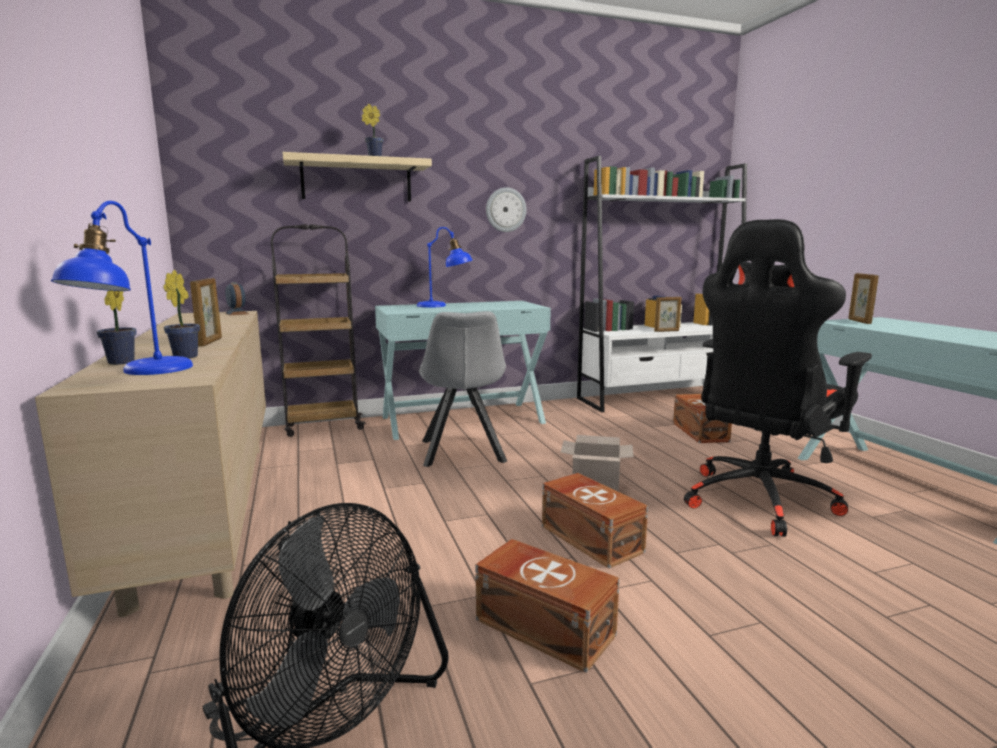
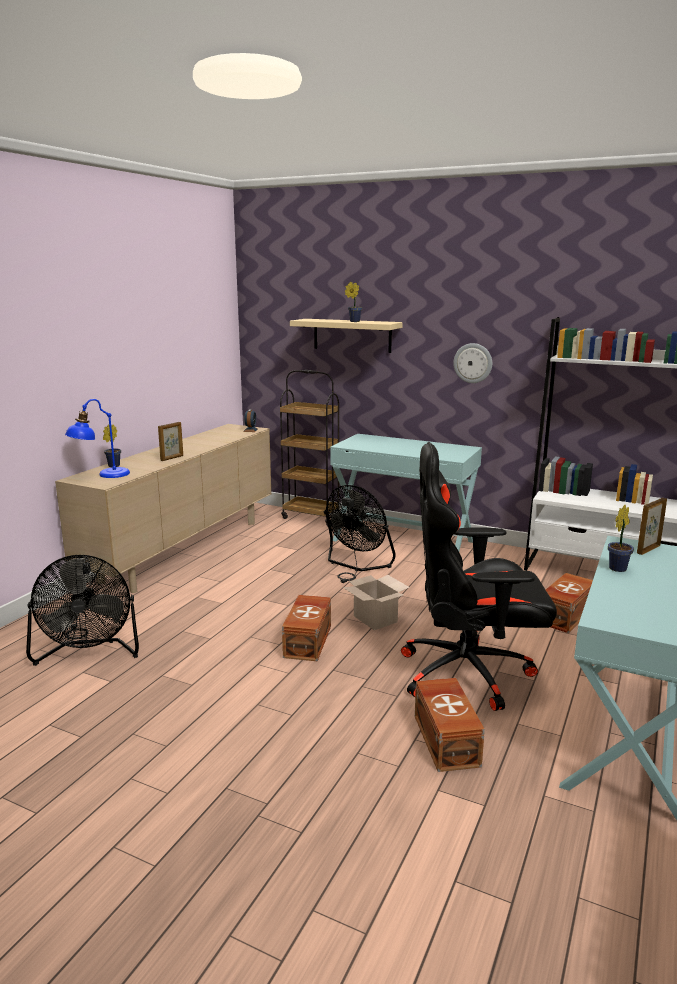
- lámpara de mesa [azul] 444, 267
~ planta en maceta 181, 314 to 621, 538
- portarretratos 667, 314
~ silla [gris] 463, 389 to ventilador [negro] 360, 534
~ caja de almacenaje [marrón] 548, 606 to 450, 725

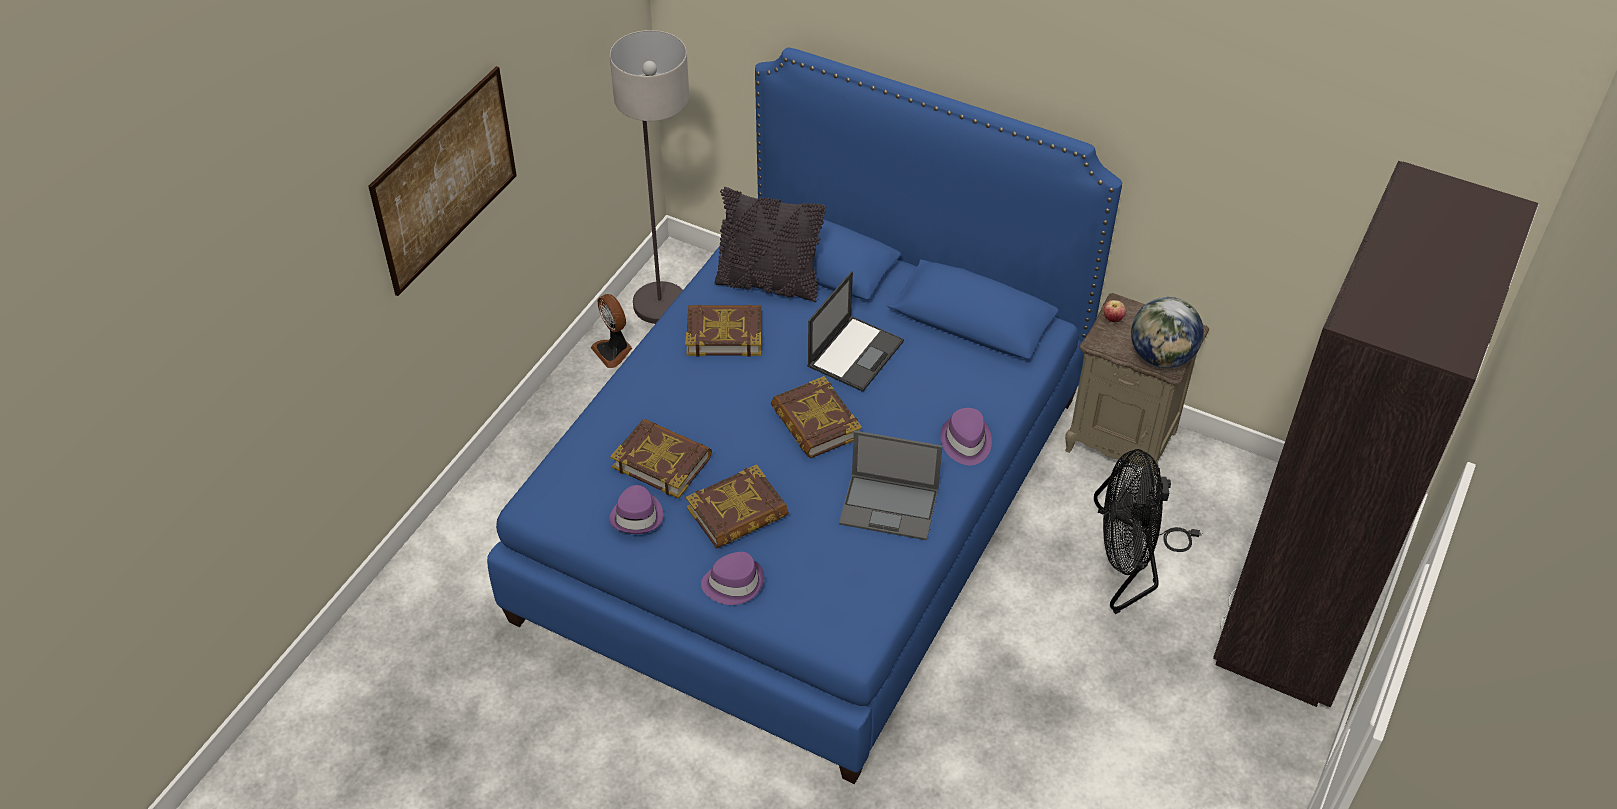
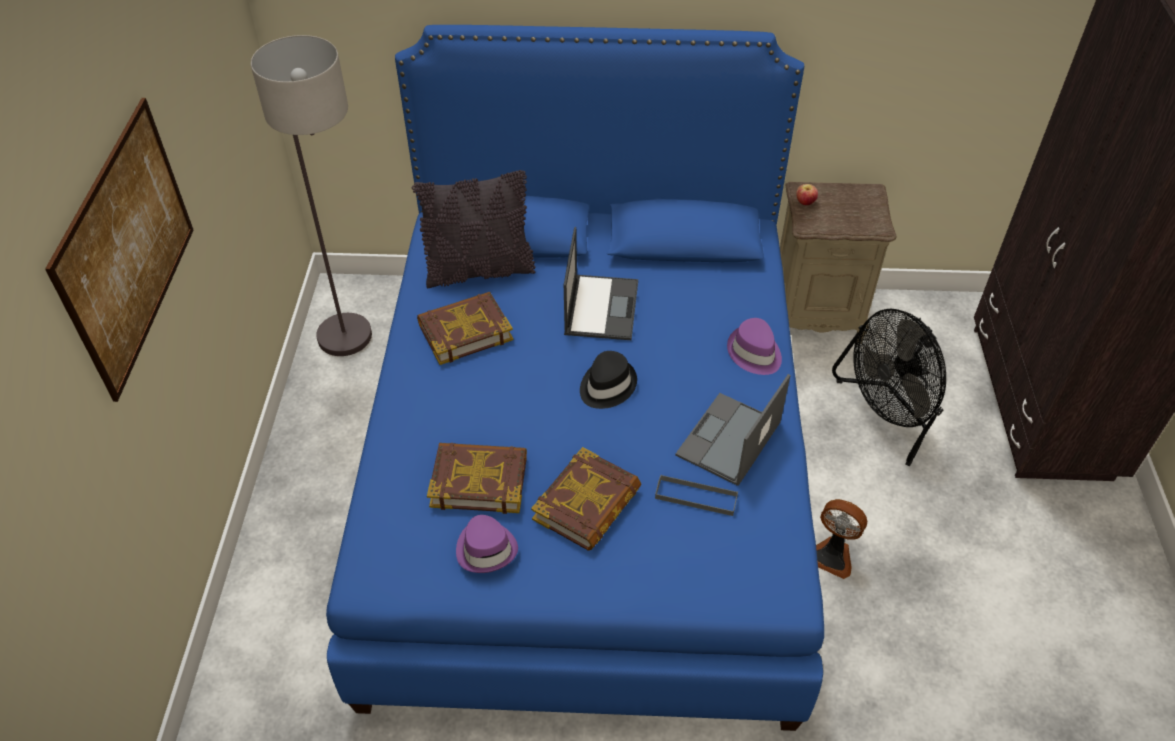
~ ventilador 611, 331 to 841, 539
- globo terráqueo 1167, 332
~ libro 816, 417 to sombrero [negro] 608, 380
~ portátil 891, 485 = 733, 430 135 degrees clockwise
- sombrero [morado] 732, 578
+ bandeja [gris] 696, 495

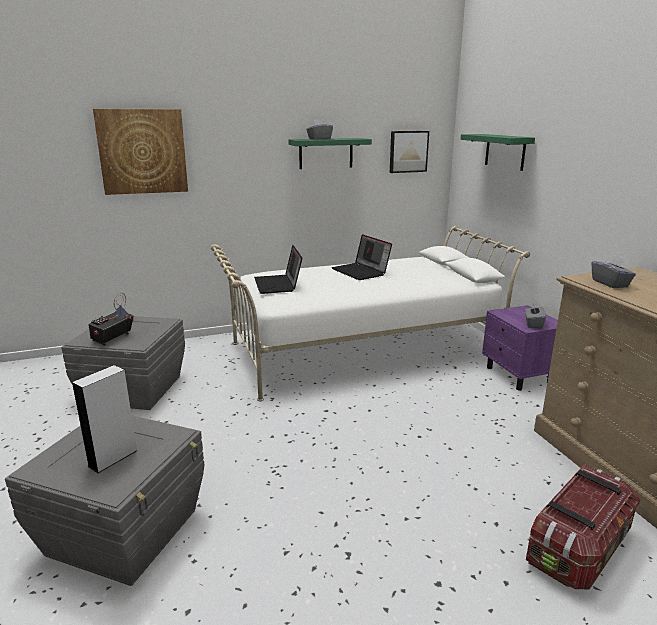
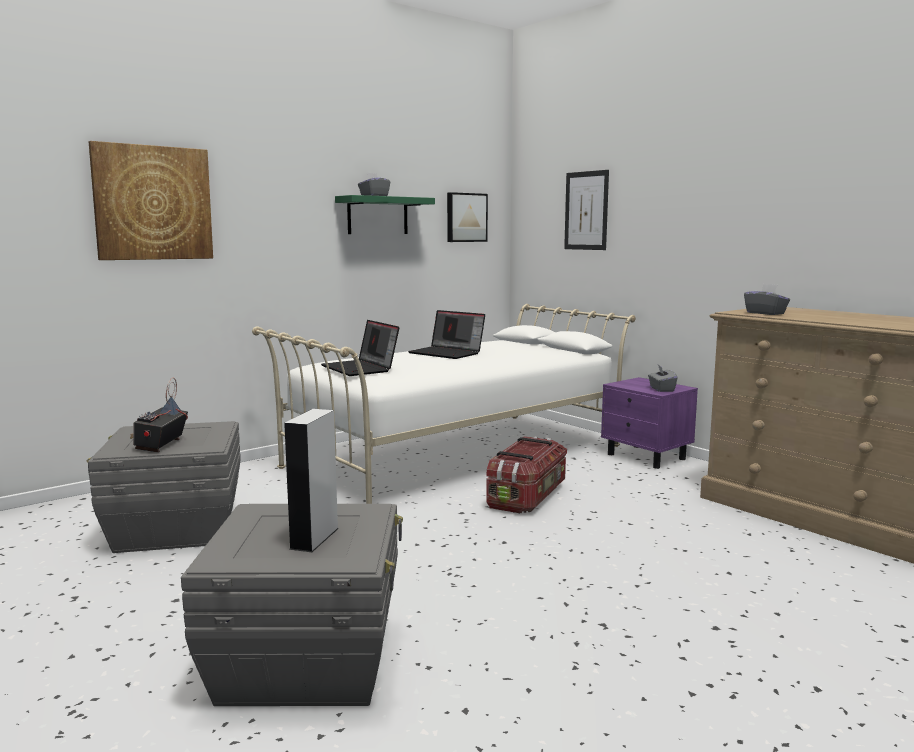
~ estante [verde] 497, 152 to cuadro 586, 210
~ caja de almacenaje 583, 526 to 526, 474

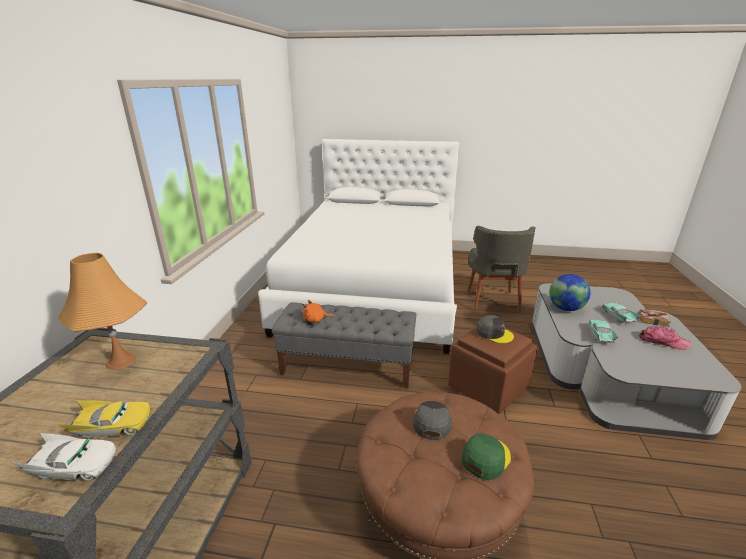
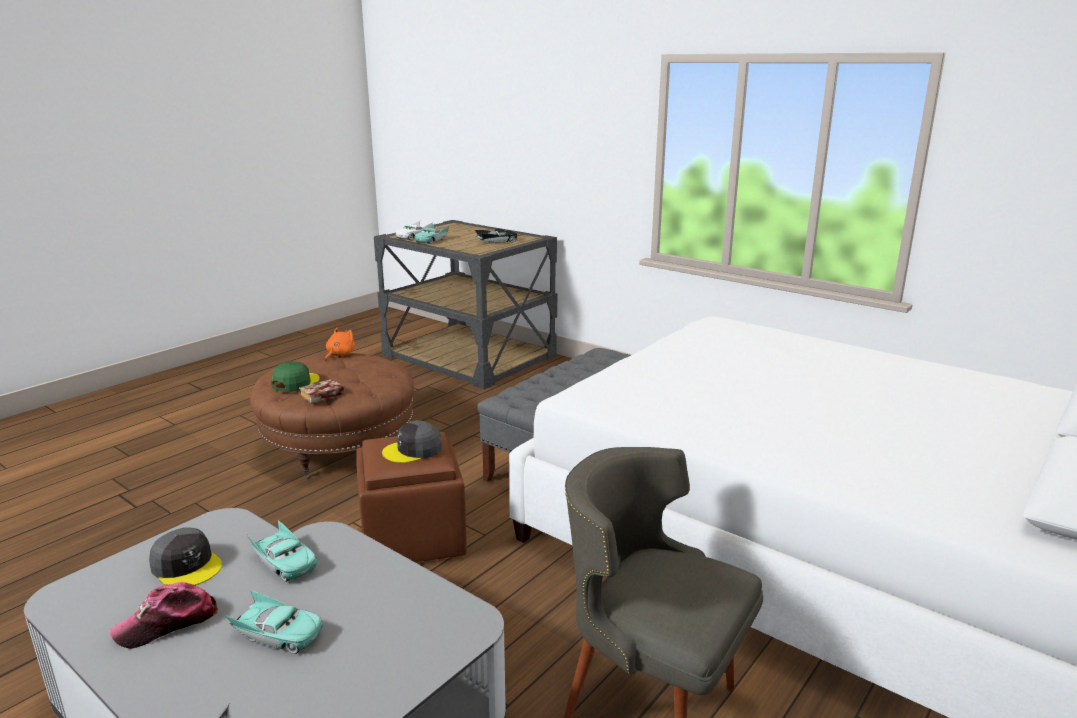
~ lámpara de mesa [naranja] 103, 311 to coche de juguete [negro] 496, 236
- globo terráqueo 570, 292
~ peluche [naranja] 318, 311 to 340, 344
~ libro 654, 318 to 321, 391
~ coche de juguete [amarillo] 104, 419 to coche de juguete [turquesa] 431, 234
~ gorra [gris] 432, 420 to 185, 556
~ gorra [verde] 486, 456 = 295, 376 135 degrees counterclockwise

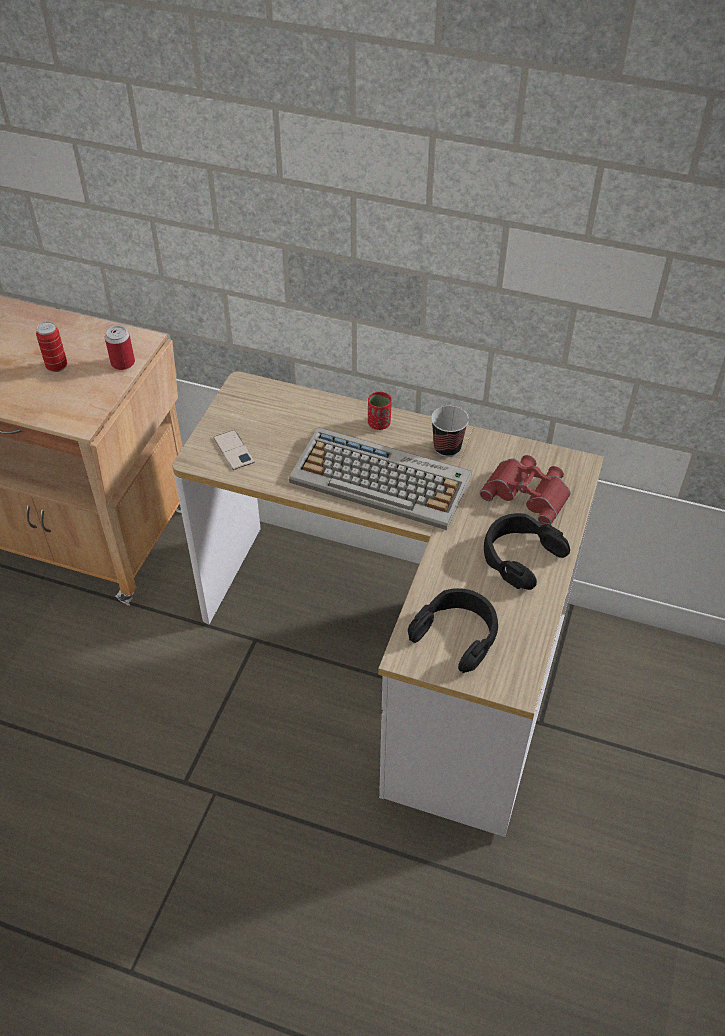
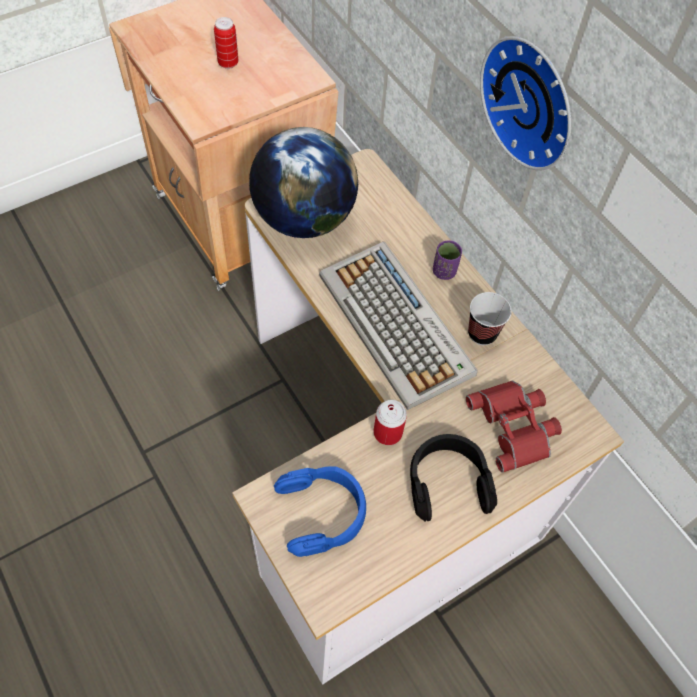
~ lata 120, 348 to 390, 422
~ taza [rojo] 380, 411 to taza [morado] 447, 260
~ móvil 234, 450 to globo terráqueo 303, 182
~ auriculares [negro] 453, 630 to auriculares [azul] 320, 511
+ reloj de pared 525, 103

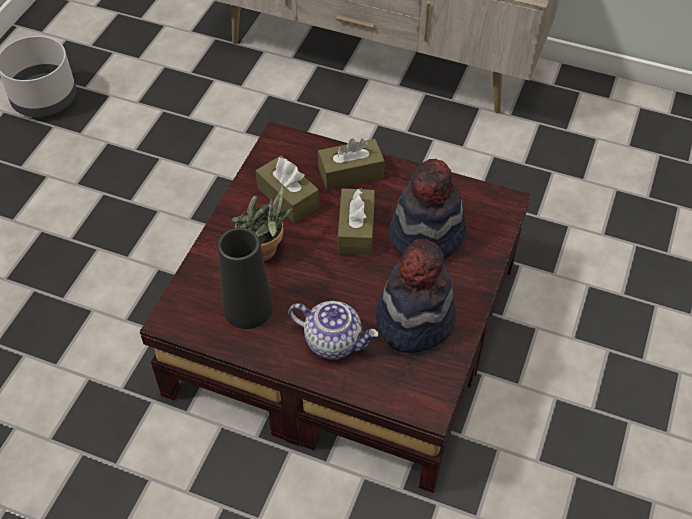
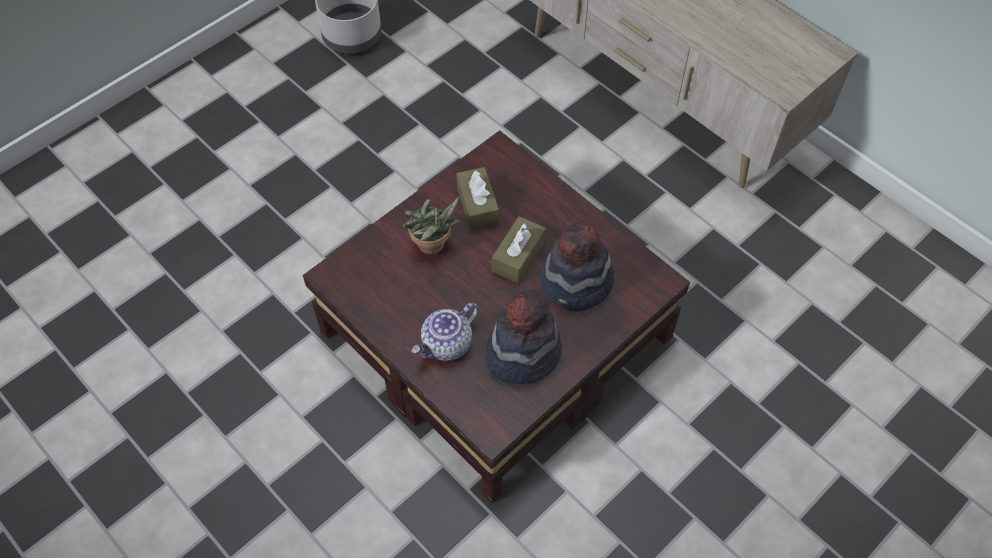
- caja de pañuelos [marrón] 351, 164
- florero [negro] 245, 278
~ tetera 333, 330 = 445, 332 90 degrees clockwise

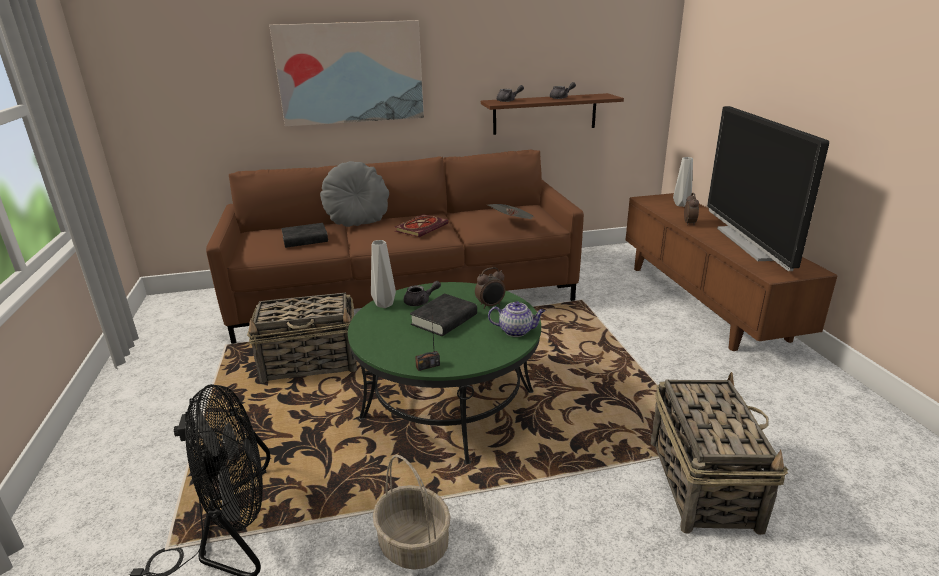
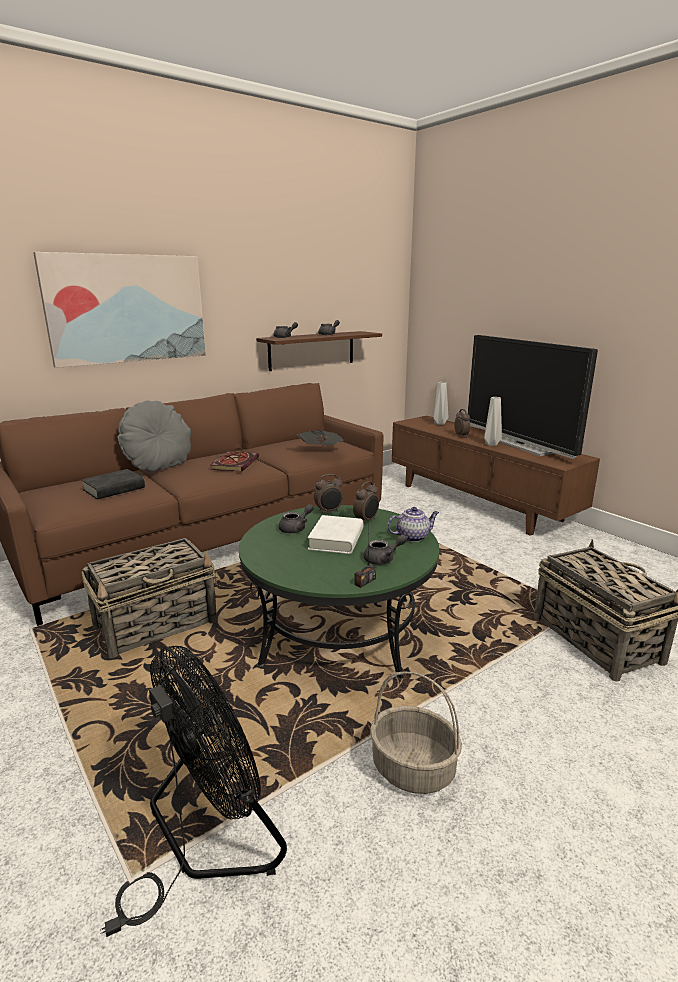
~ florero [gris] 383, 274 to 493, 421
~ libro [negro] 443, 315 to libro [blanco] 335, 534
+ despertador 328, 494
+ tetera [gris] 385, 549

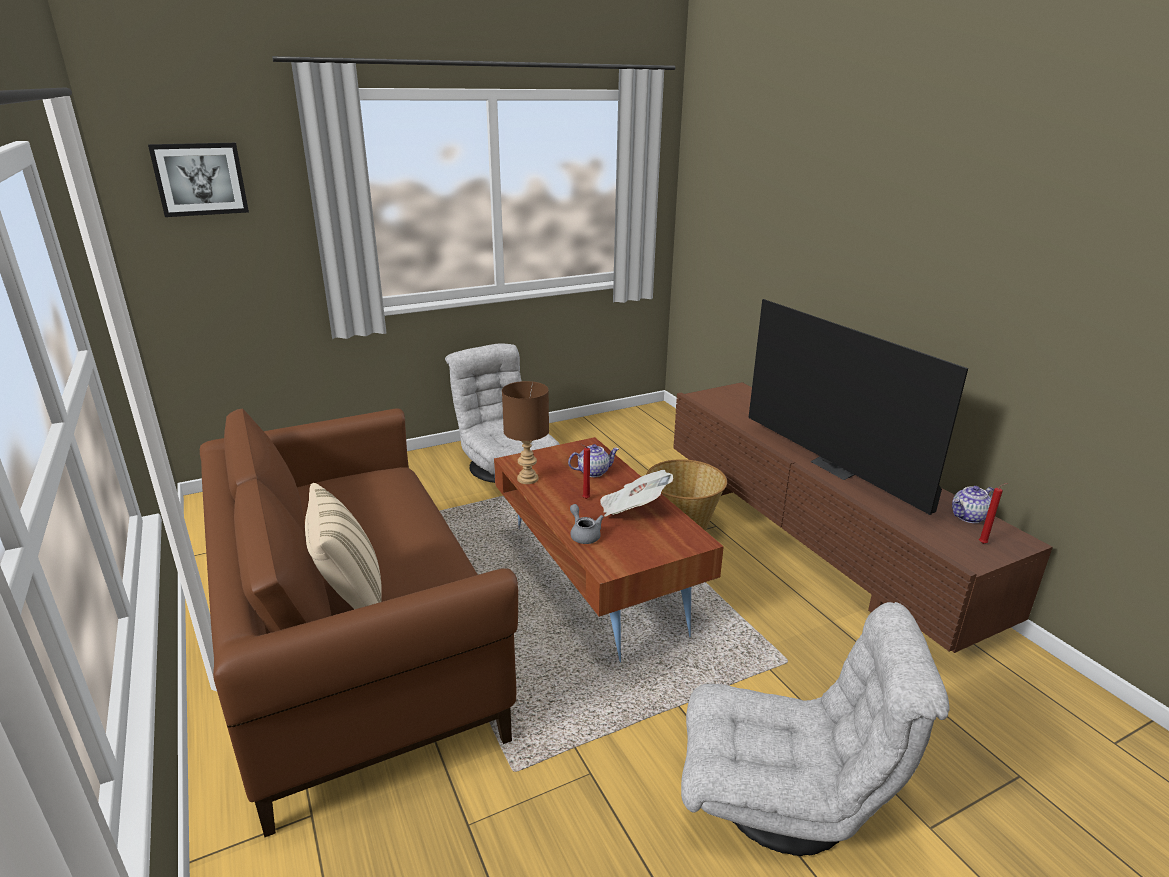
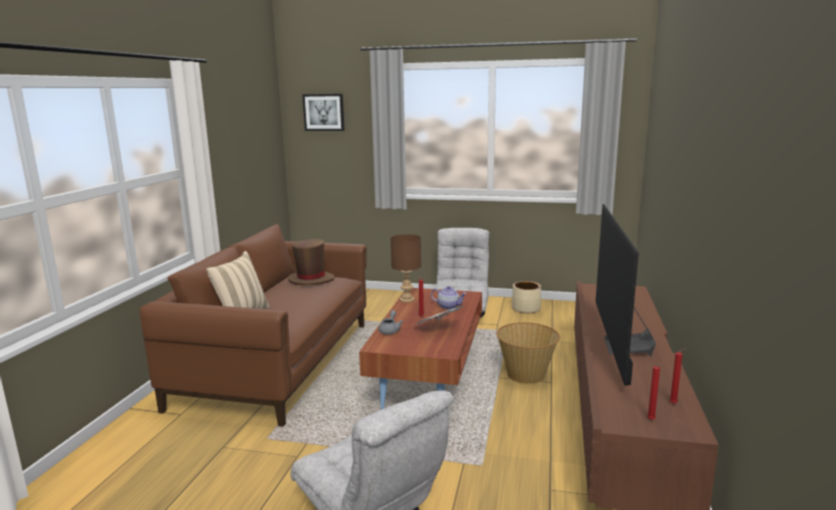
~ tetera 973, 504 to vela [rojo] 678, 376
+ sombrero [marrón] 311, 262
+ maceta [beis] 526, 297

